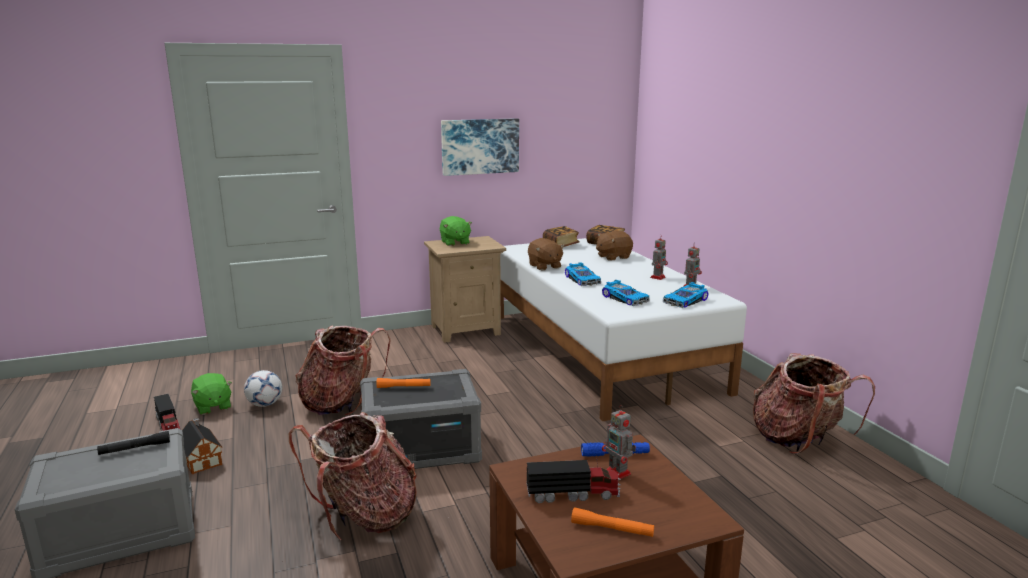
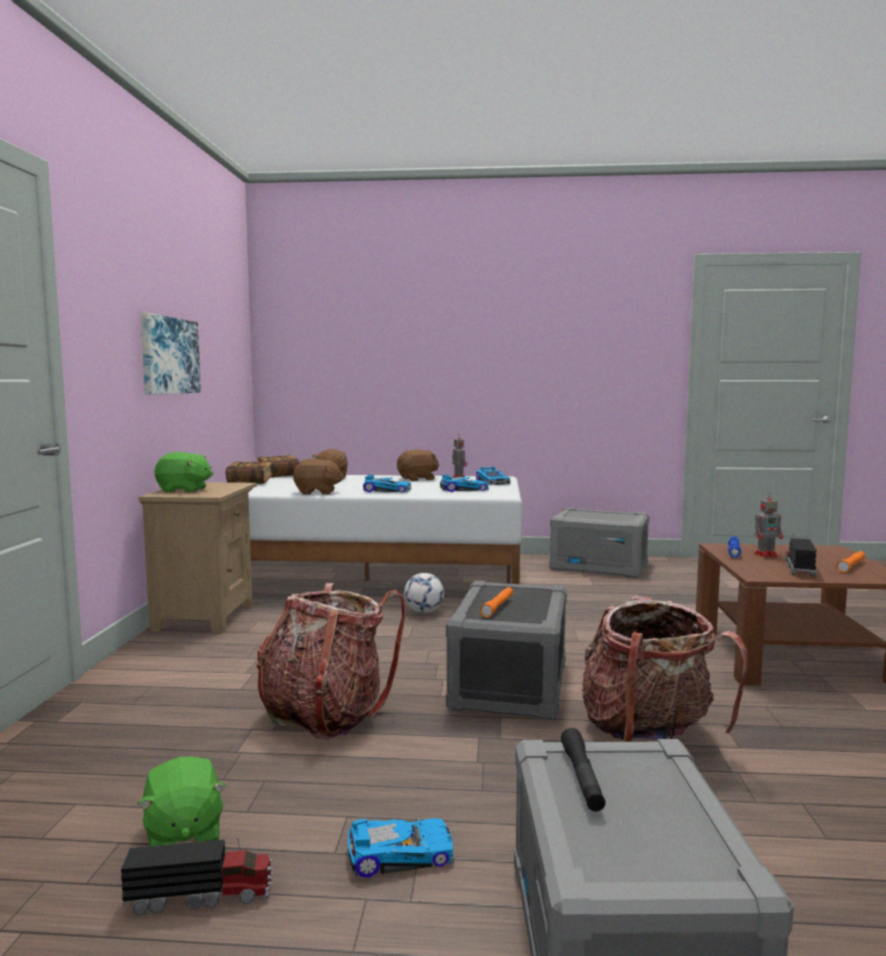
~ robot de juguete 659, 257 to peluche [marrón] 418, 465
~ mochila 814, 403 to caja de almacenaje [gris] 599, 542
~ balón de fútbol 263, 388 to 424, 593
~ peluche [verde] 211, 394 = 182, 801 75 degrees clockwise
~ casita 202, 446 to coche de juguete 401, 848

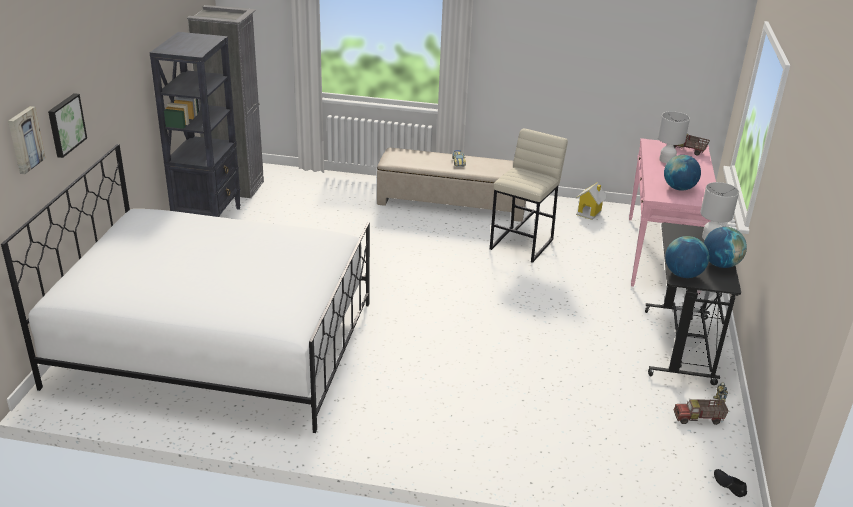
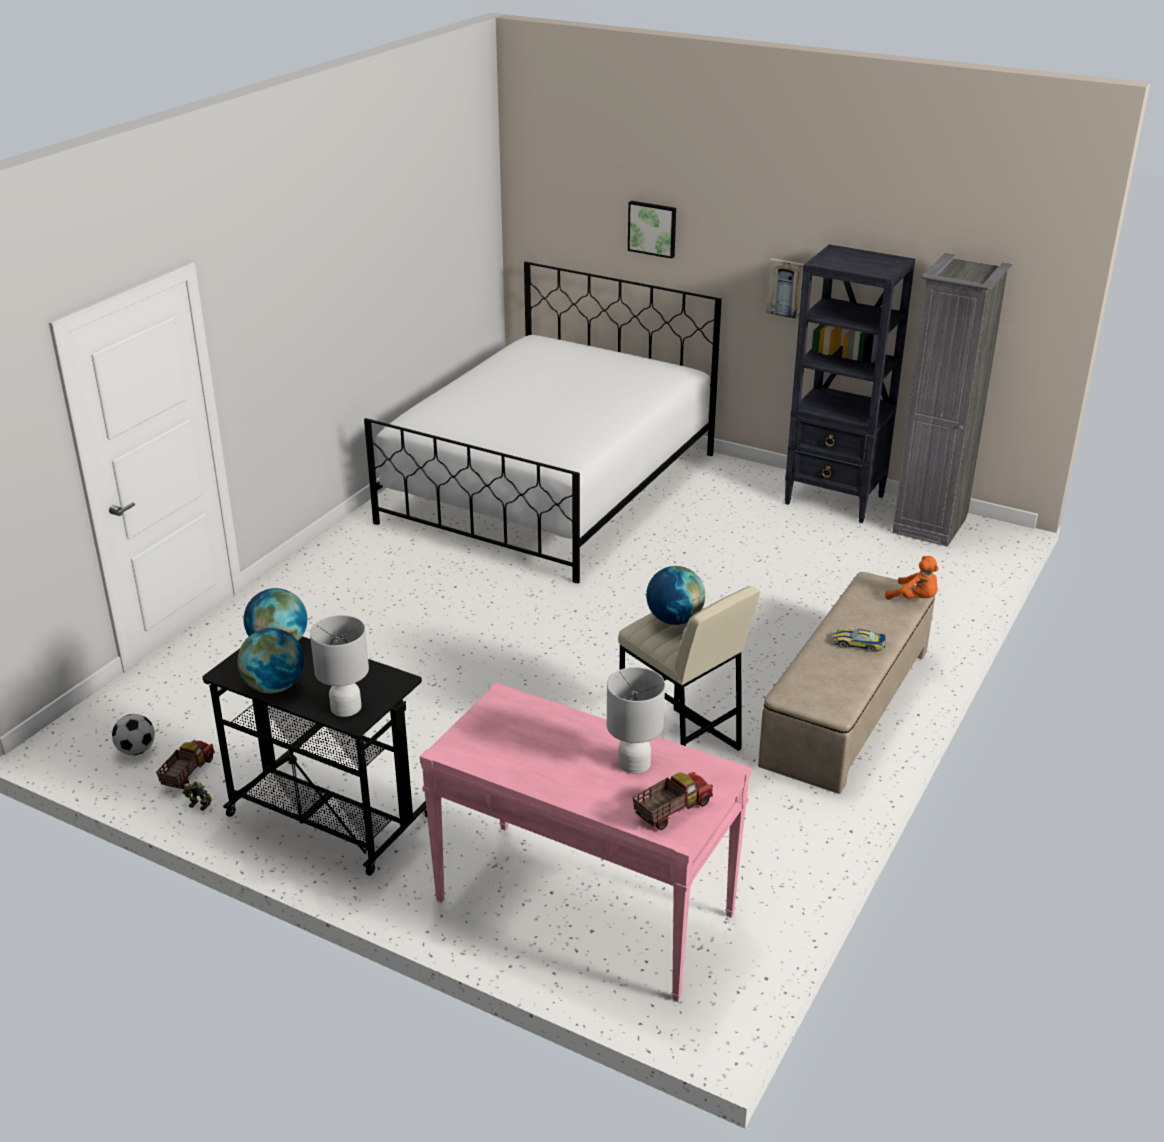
~ cuadro 27, 140 to 785, 288
~ globo terráqueo 682, 173 to 675, 595
- casita 591, 201
- zapato [negro] 730, 483
+ peluche [naranja] 912, 578
+ balón de fútbol 133, 734

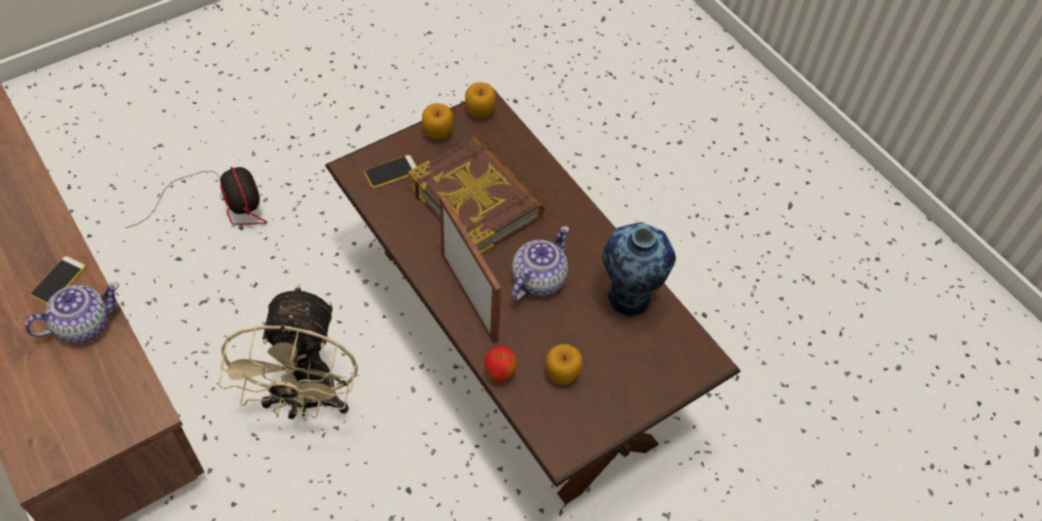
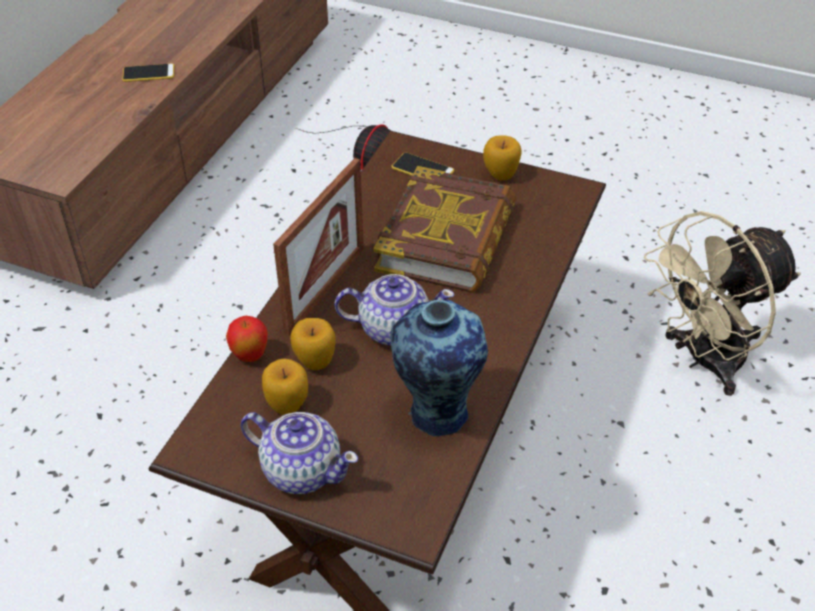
~ manzana 480, 100 to 313, 344
~ tetera 72, 313 to 299, 453
~ ventilador [beis] 288, 352 to 722, 303

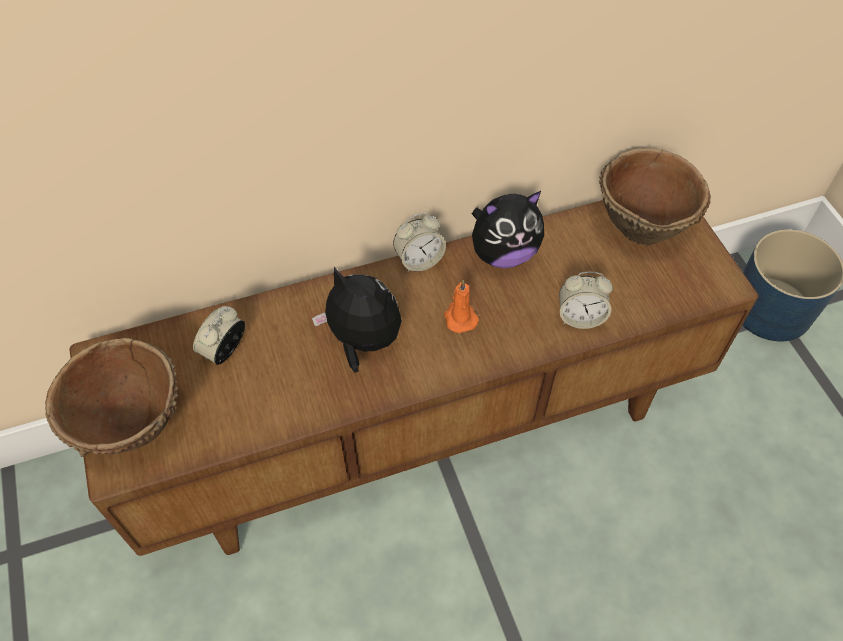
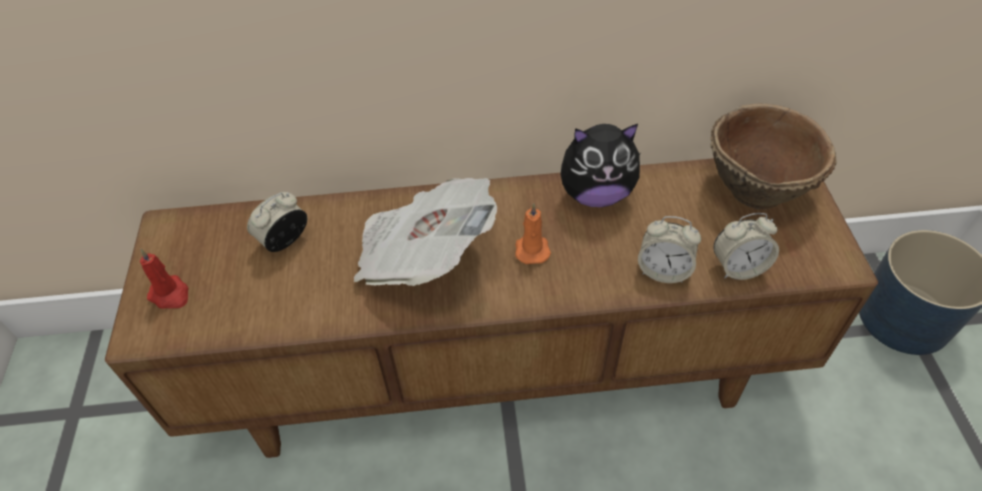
~ despertador 419, 242 to 746, 246
~ peluche 357, 320 to periódico 425, 232
~ cuenco [marrón] 111, 397 to vela [rojo] 164, 279

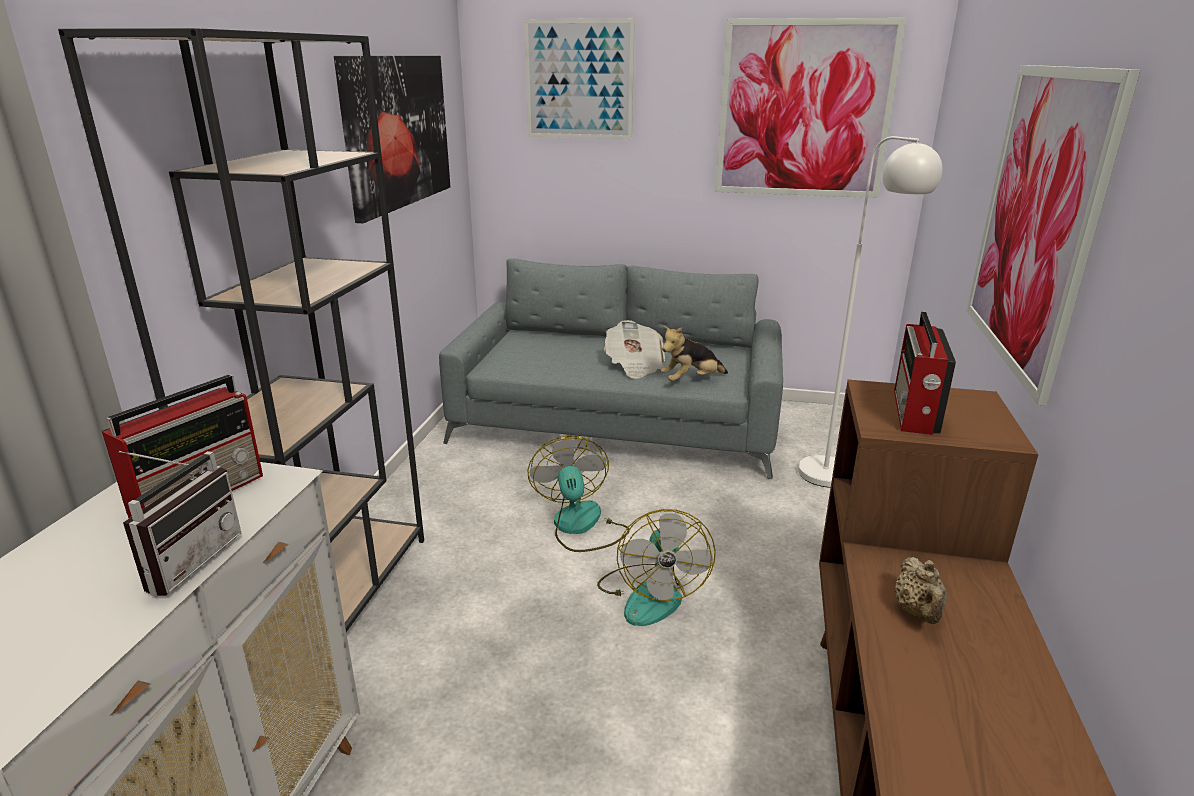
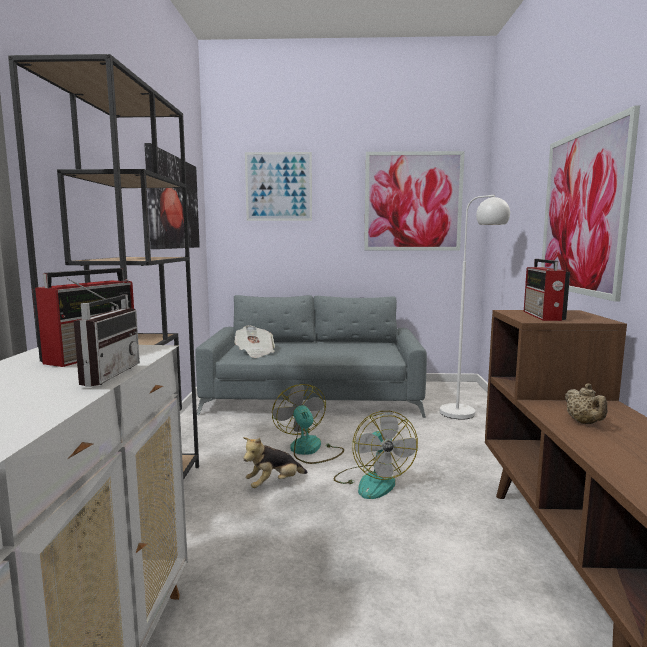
~ periódico 634, 349 to 254, 342
~ peluche 694, 353 to 275, 462

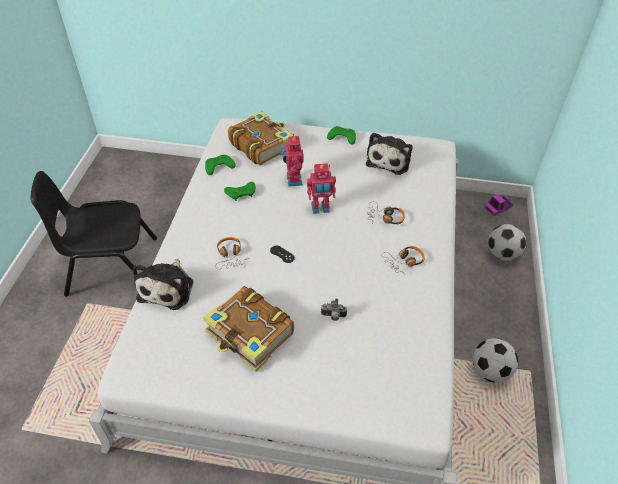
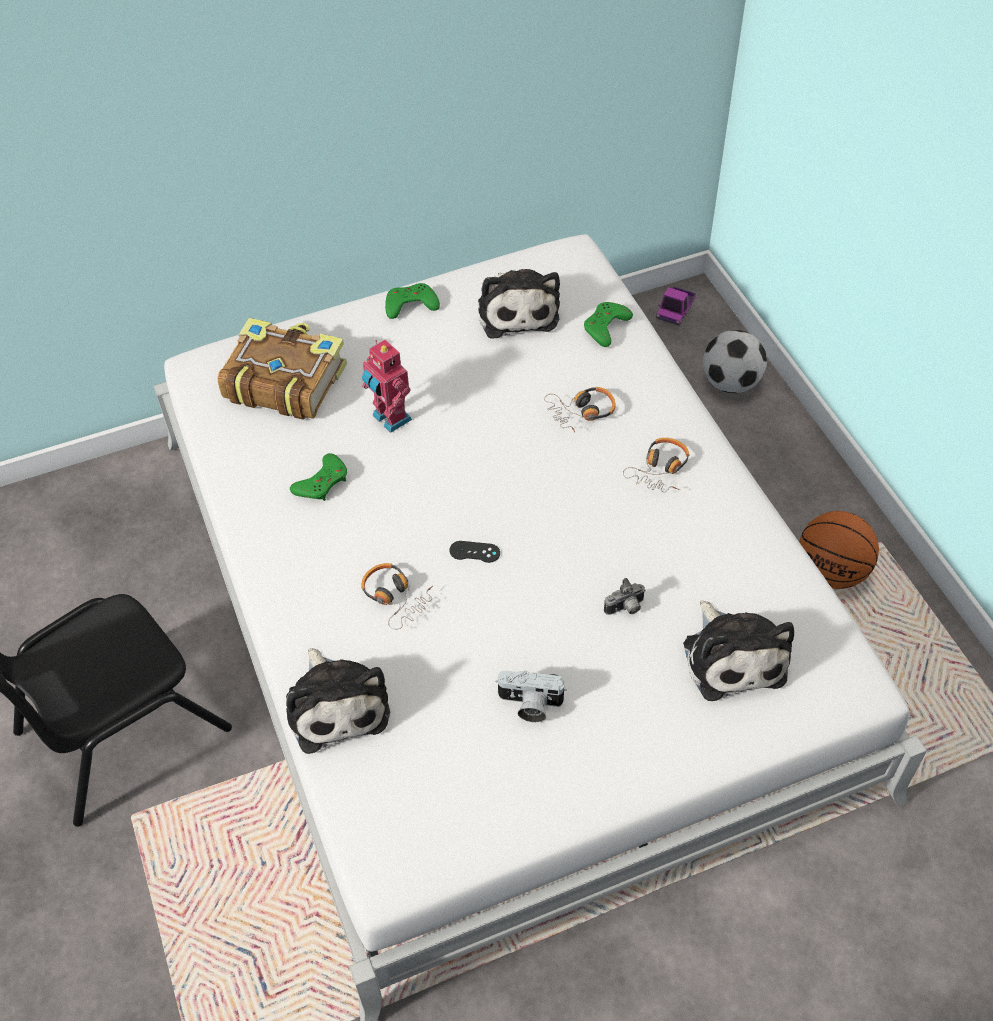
~ mando de consola [verde] 220, 165 to 608, 324
- robot de juguete 321, 188
~ libro 248, 329 to cámara 531, 696
~ balón de fútbol 495, 360 to balón de baloncesto 839, 550
+ peluche 738, 650

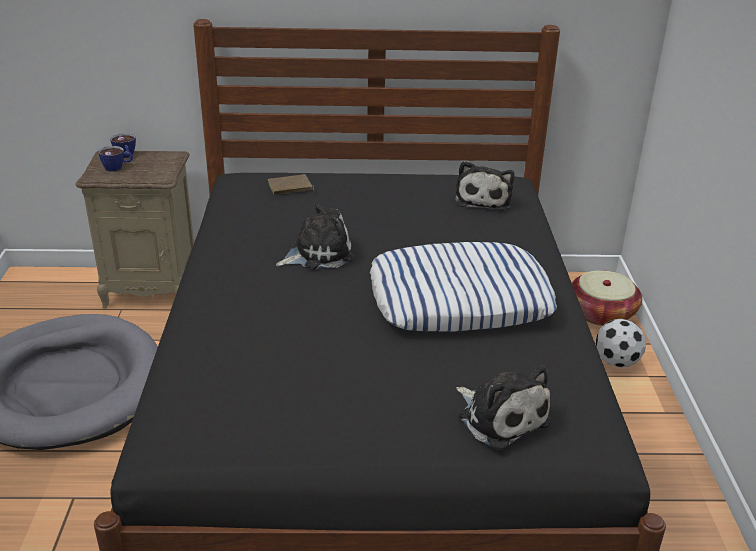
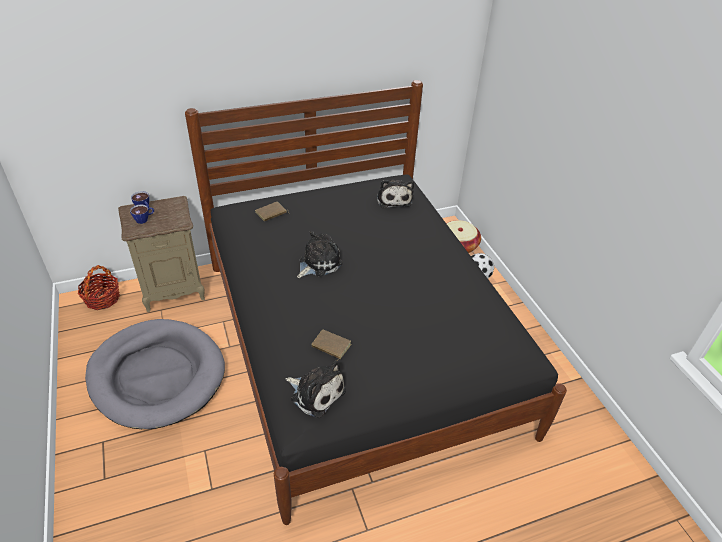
- cojín 463, 287
~ peluche 503, 408 to 316, 389
+ cesta 99, 287
+ libro [marrón] 331, 345

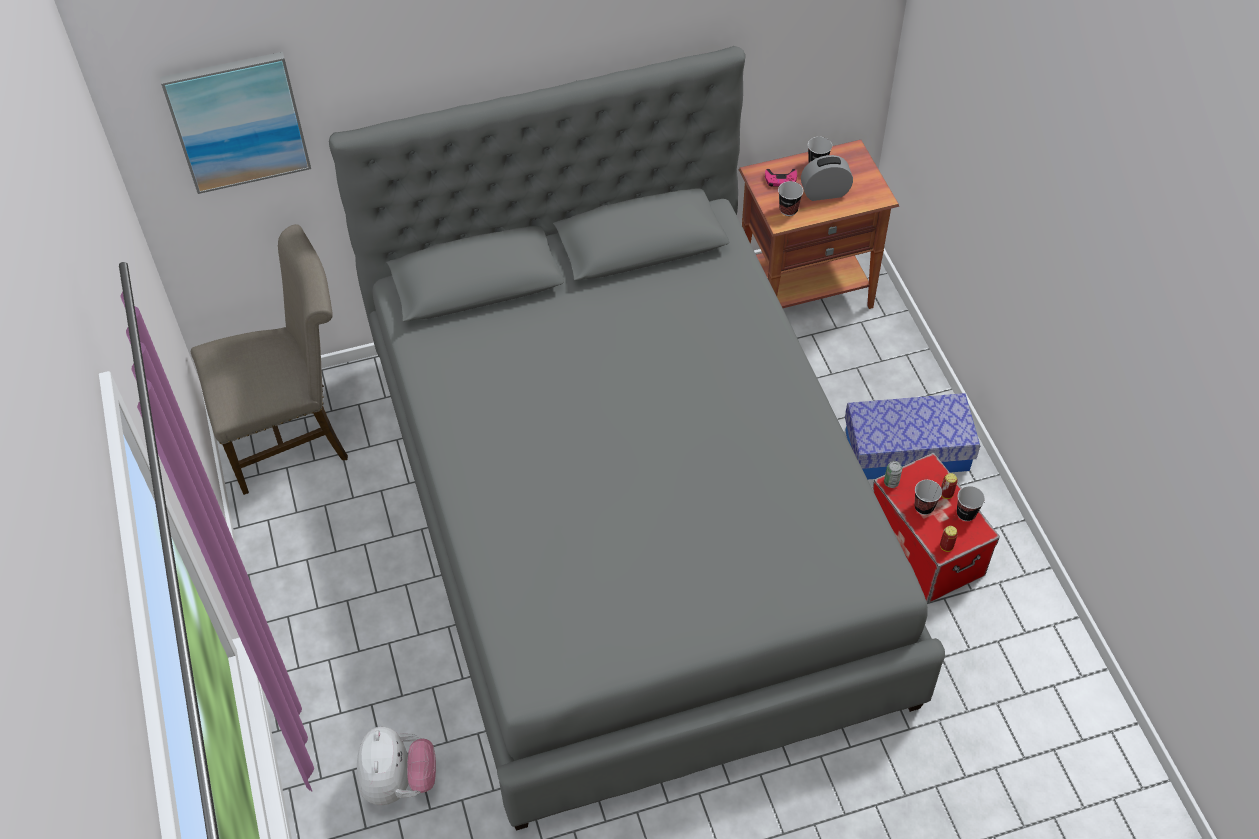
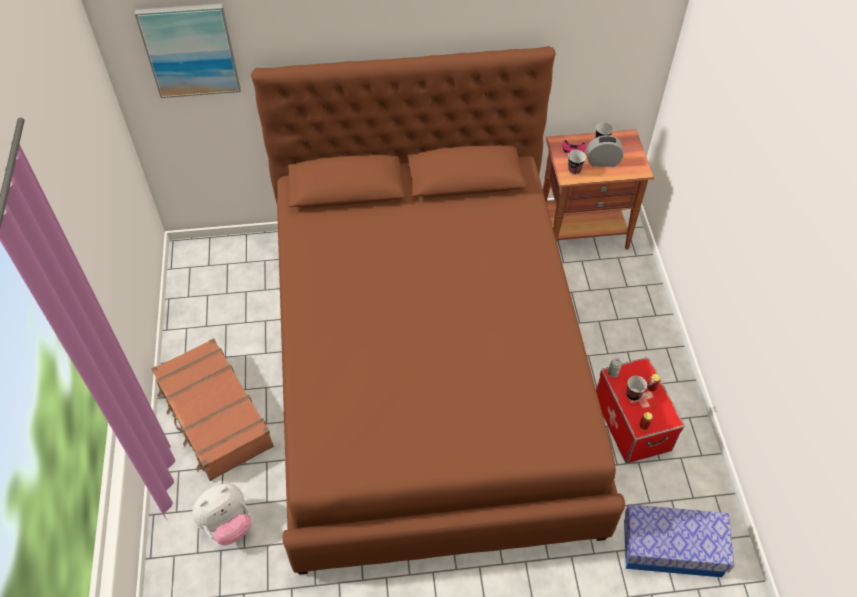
~ cama [gris] 637, 438 to cama [marrón] 438, 310
- silla [beis] 269, 359
~ caja de almacenaje 912, 436 to 679, 540
- taza 971, 503
~ peluche 396, 766 = 222, 514 45 degrees clockwise
+ maleta [marrón] 212, 409

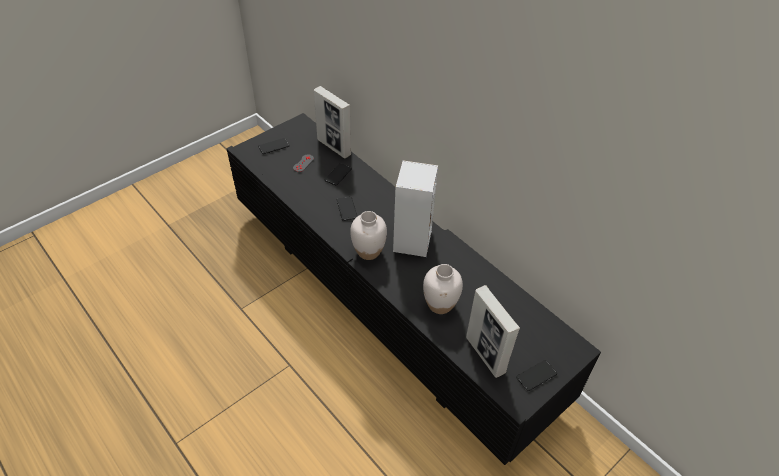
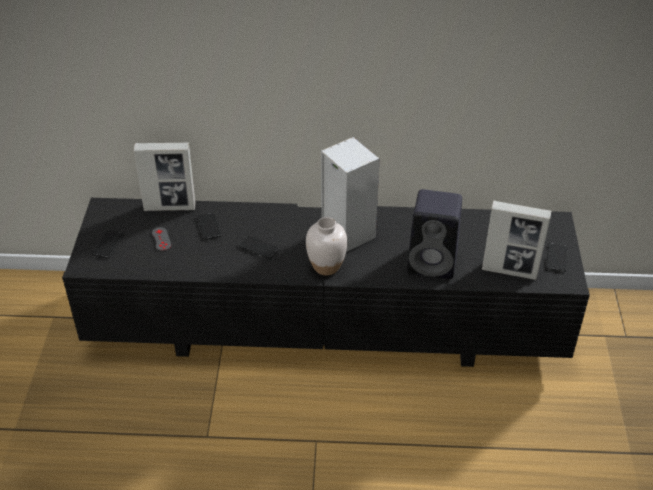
~ florero [blanco] 443, 289 to altavoz [negro] 434, 234

